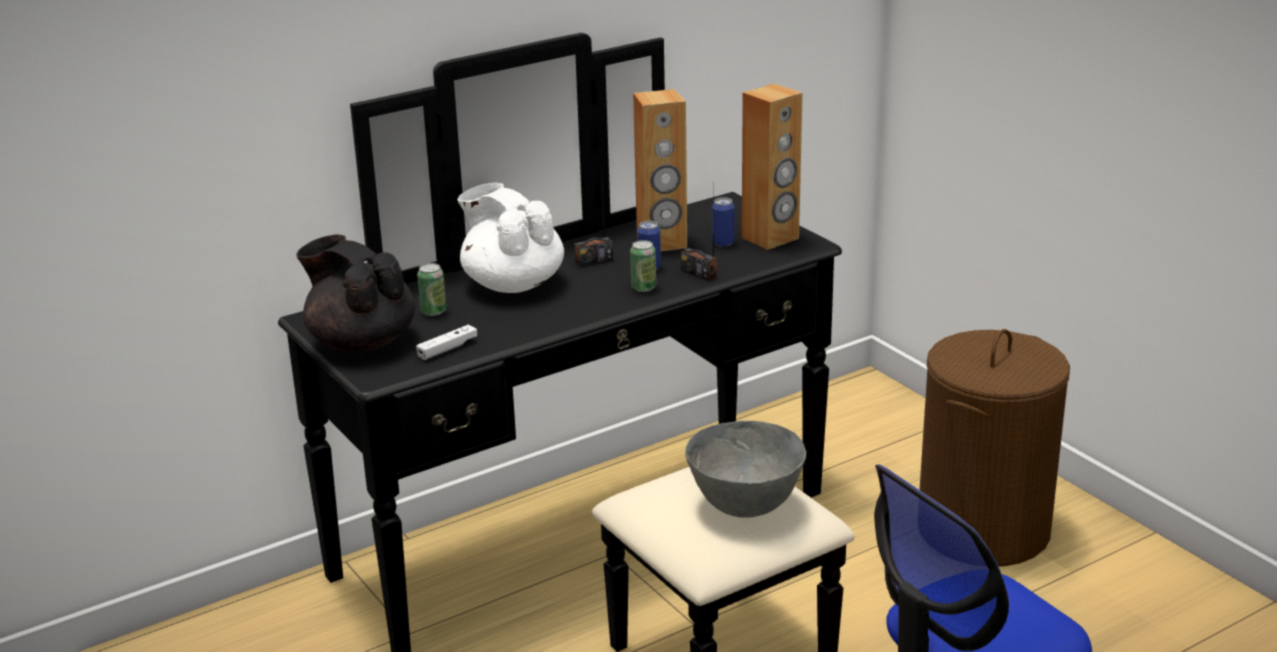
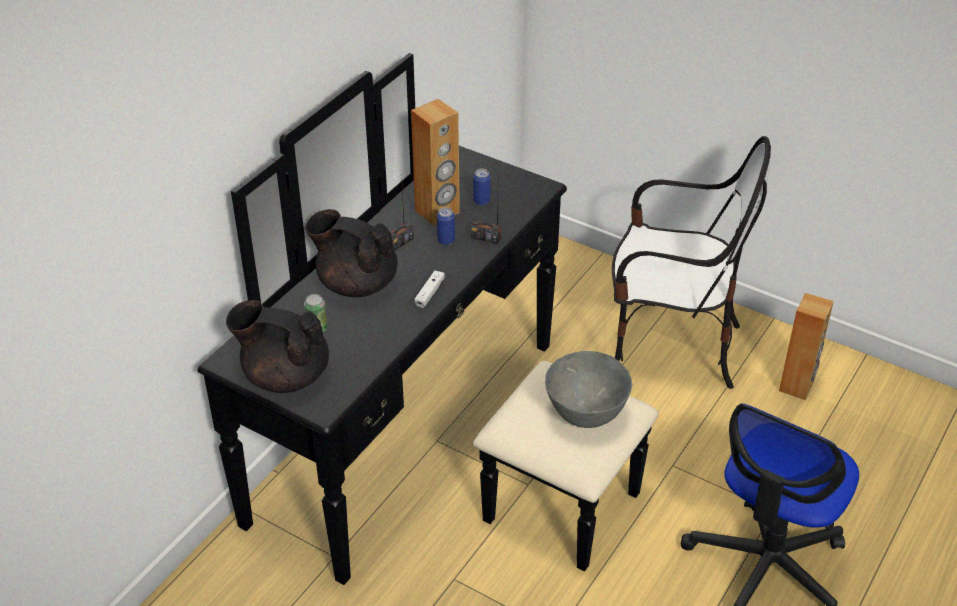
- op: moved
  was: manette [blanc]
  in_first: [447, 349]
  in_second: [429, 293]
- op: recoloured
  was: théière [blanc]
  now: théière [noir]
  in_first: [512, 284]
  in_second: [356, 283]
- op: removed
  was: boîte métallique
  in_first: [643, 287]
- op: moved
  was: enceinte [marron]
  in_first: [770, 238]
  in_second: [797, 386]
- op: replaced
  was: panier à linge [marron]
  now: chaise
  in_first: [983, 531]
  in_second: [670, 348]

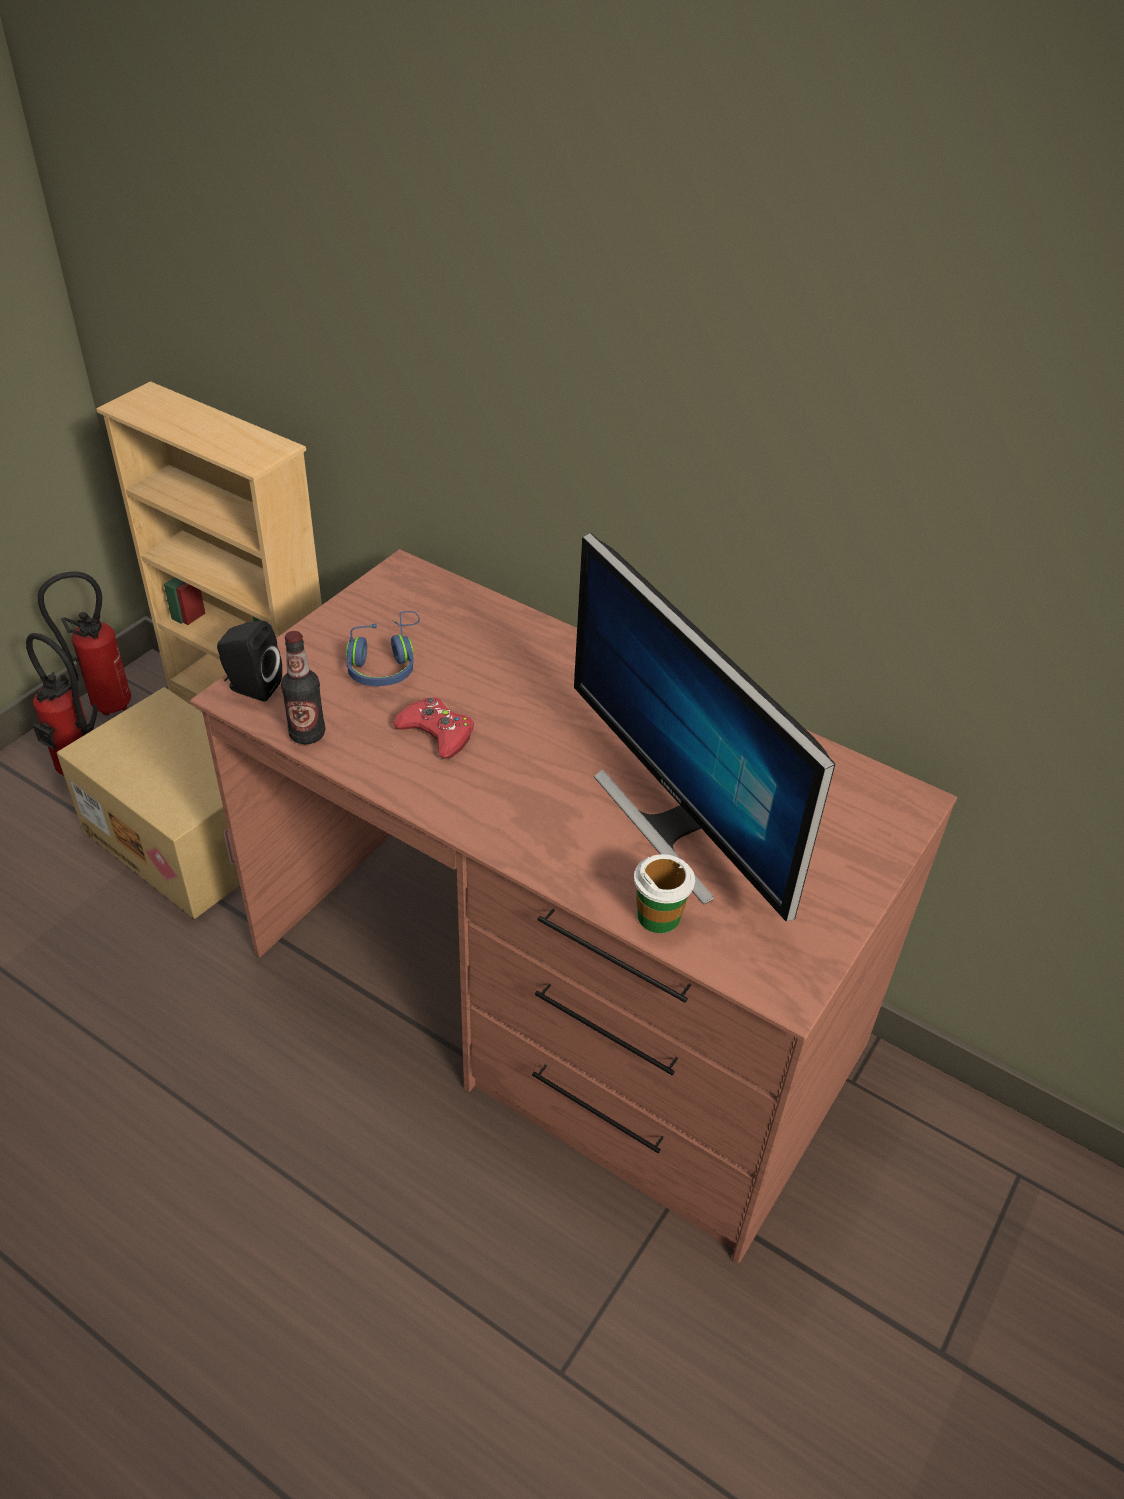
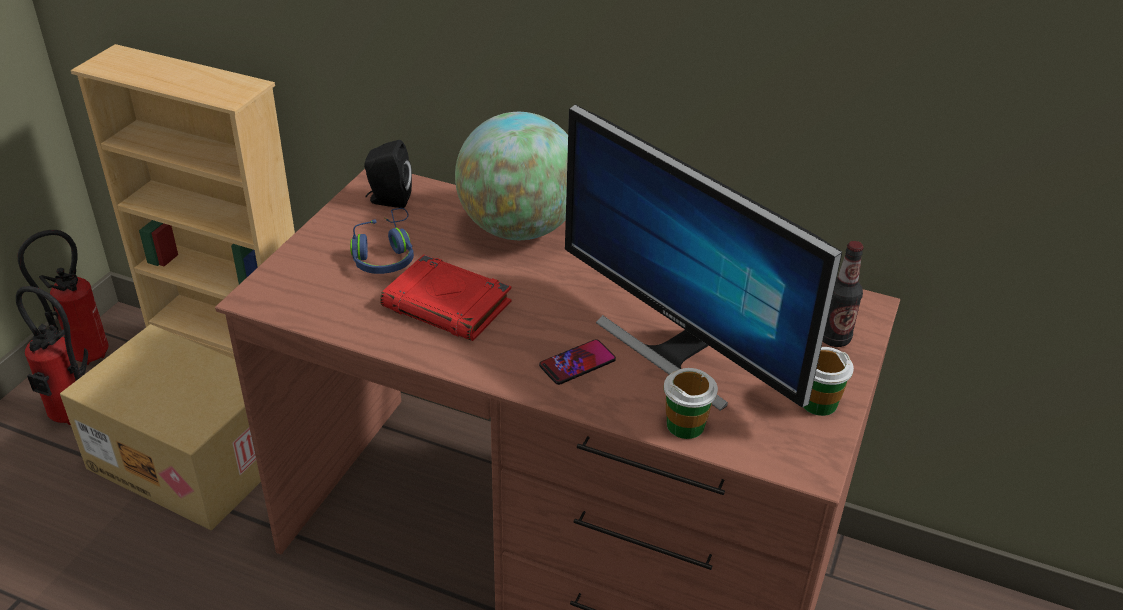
- op: moved
  was: enceinte [noir]
  in_first: [251, 687]
  in_second: [388, 200]
- op: moved
  was: bouteille
  in_first: [307, 734]
  in_second: [834, 338]
- op: replaced
  was: manette [rouge]
  now: livre [rouge]
  in_first: [437, 733]
  in_second: [448, 305]
- op: added
  now: globe
  in_second: [519, 229]
- op: added
  now: téléphone
  in_second: [577, 363]
- op: added
  now: tasse
  in_second: [818, 402]

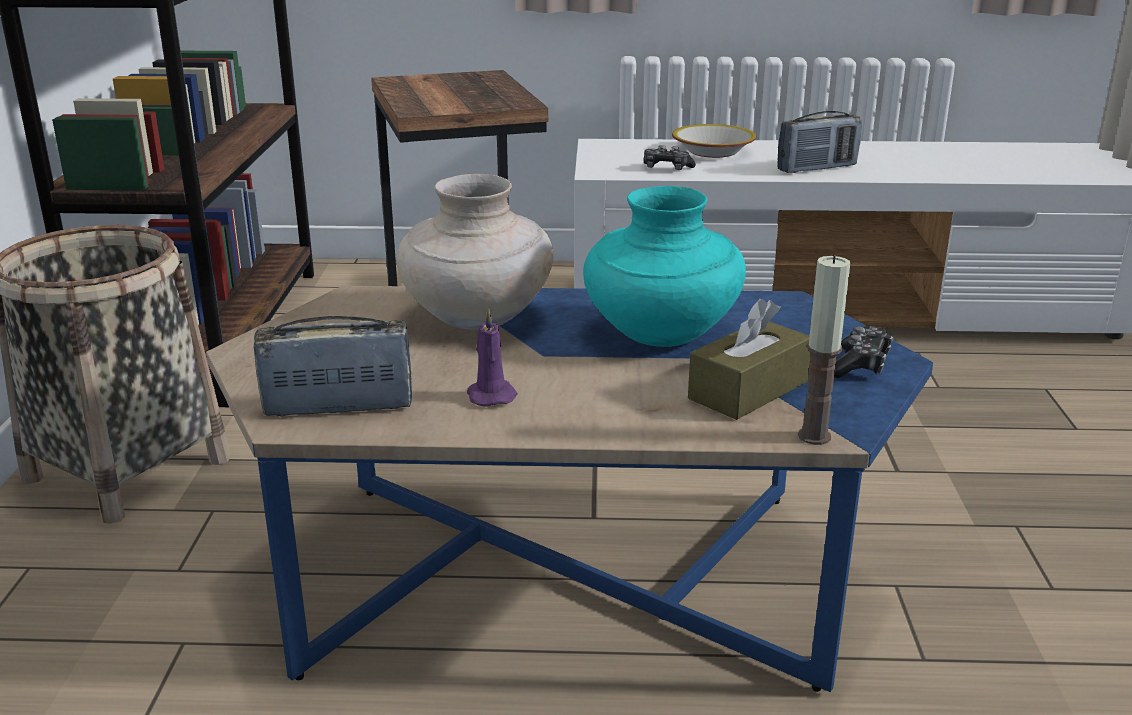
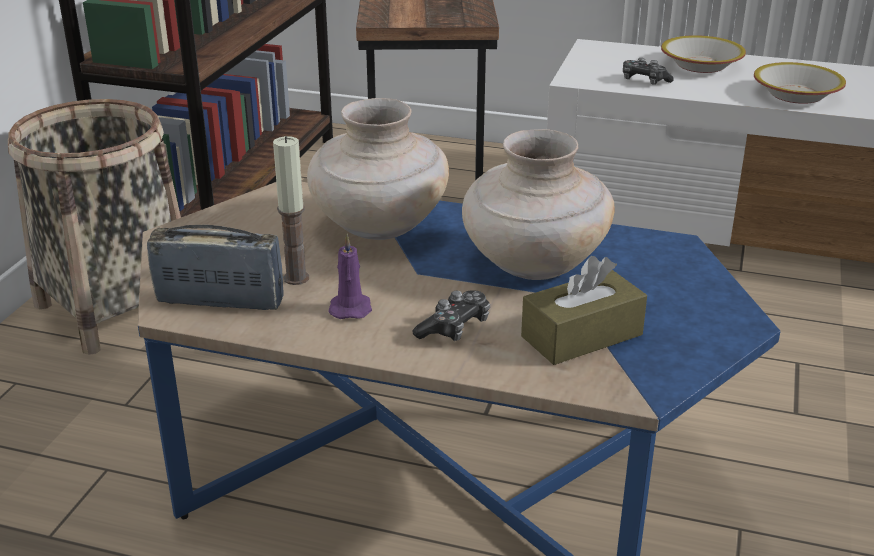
- op: recoloured
  was: vase [turquoise]
  now: vase [beige]
  in_first: [660, 335]
  in_second: [533, 266]
- op: replaced
  was: radio
  now: bol
  in_first: [817, 168]
  in_second: [796, 94]
- op: moved
  was: bougie
  in_first: [814, 436]
  in_second: [296, 278]
- op: moved
  was: manette
  in_first: [860, 365]
  in_second: [454, 327]

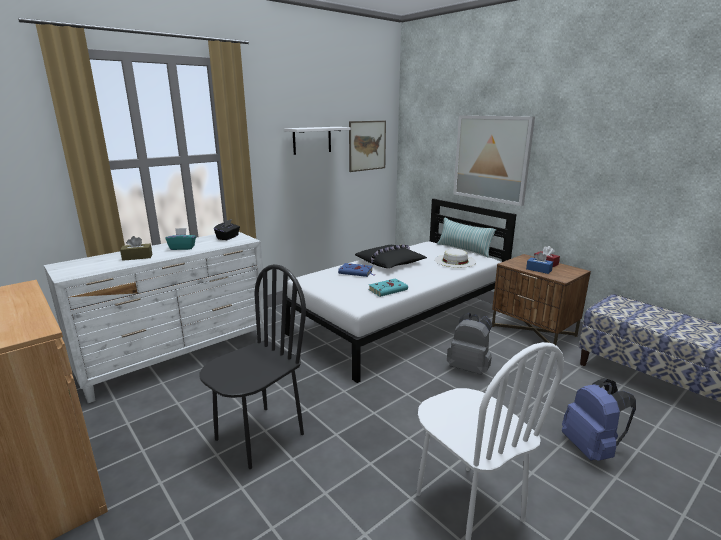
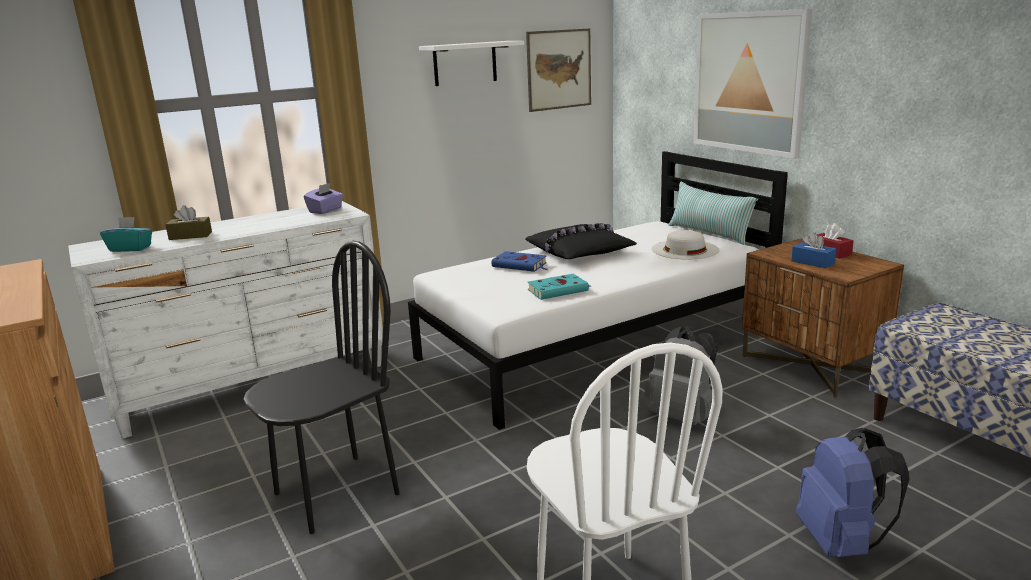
- op: moved
  was: boîte à mouchoirs [turquoise]
  in_first: [182, 248]
  in_second: [130, 248]
- op: recoloured
  was: boîte à mouchoirs [noir]
  now: boîte à mouchoirs [violet]
  in_first: [228, 237]
  in_second: [326, 210]

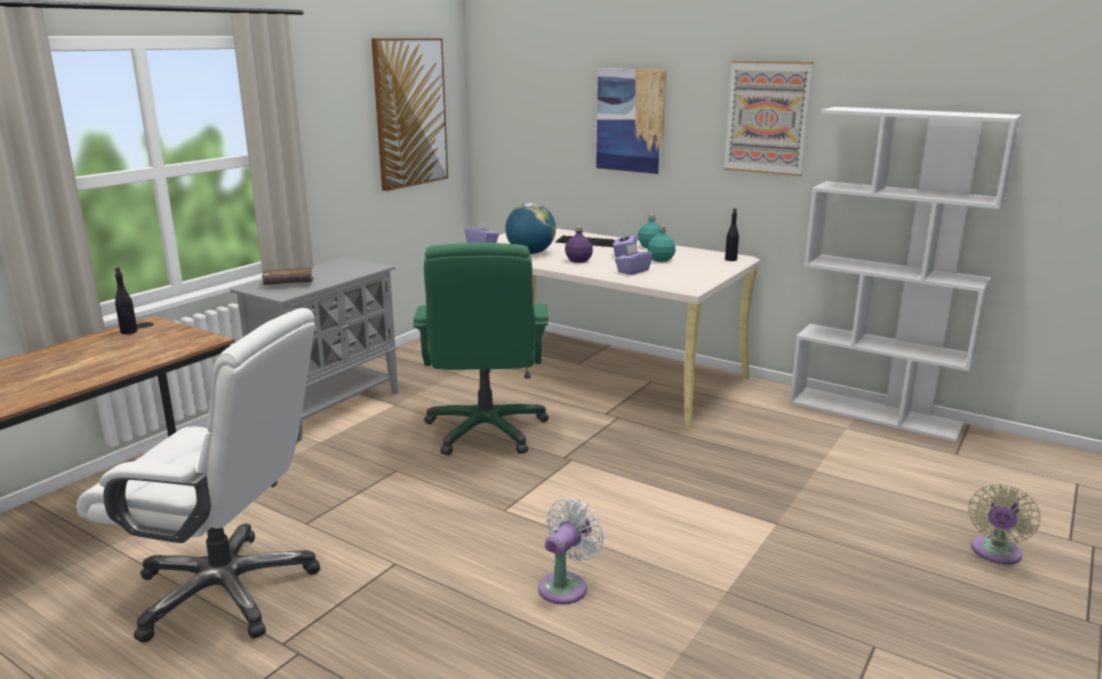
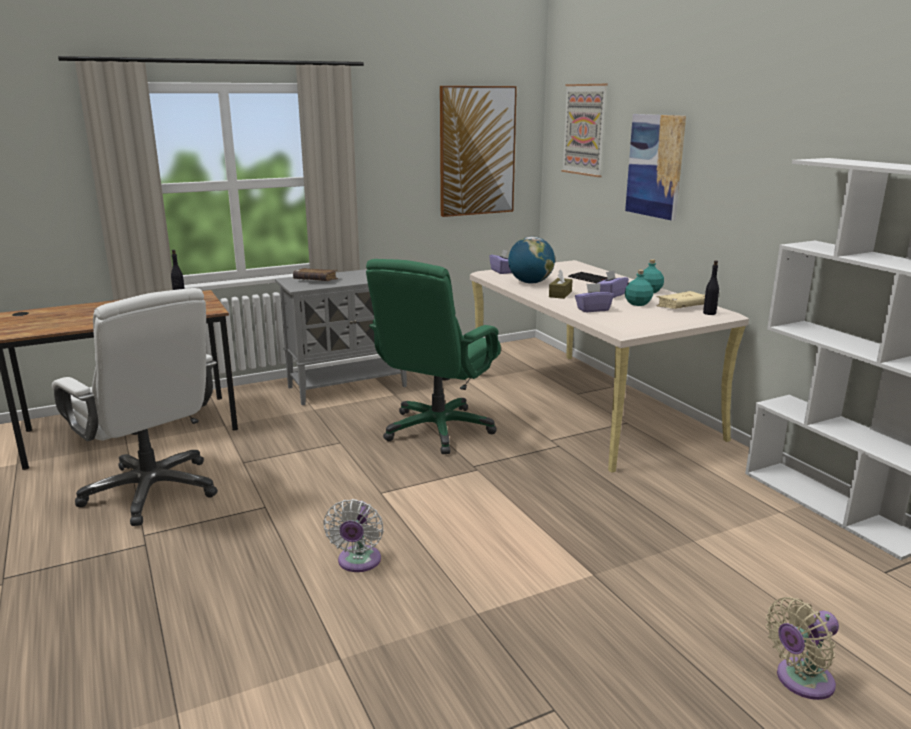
- op: turned
  was: ventilateur [blanc]
  in_first: [566, 585]
  in_second: [358, 562]
  clockwise: 120
- op: replaced
  was: bouteille [violet]
  now: boîte à mouchoirs [marron]
  in_first: [579, 261]
  in_second: [560, 294]
- op: moved
  was: tableau
  in_first: [767, 117]
  in_second: [584, 129]
- op: added
  now: livre [beige]
  in_second: [681, 307]

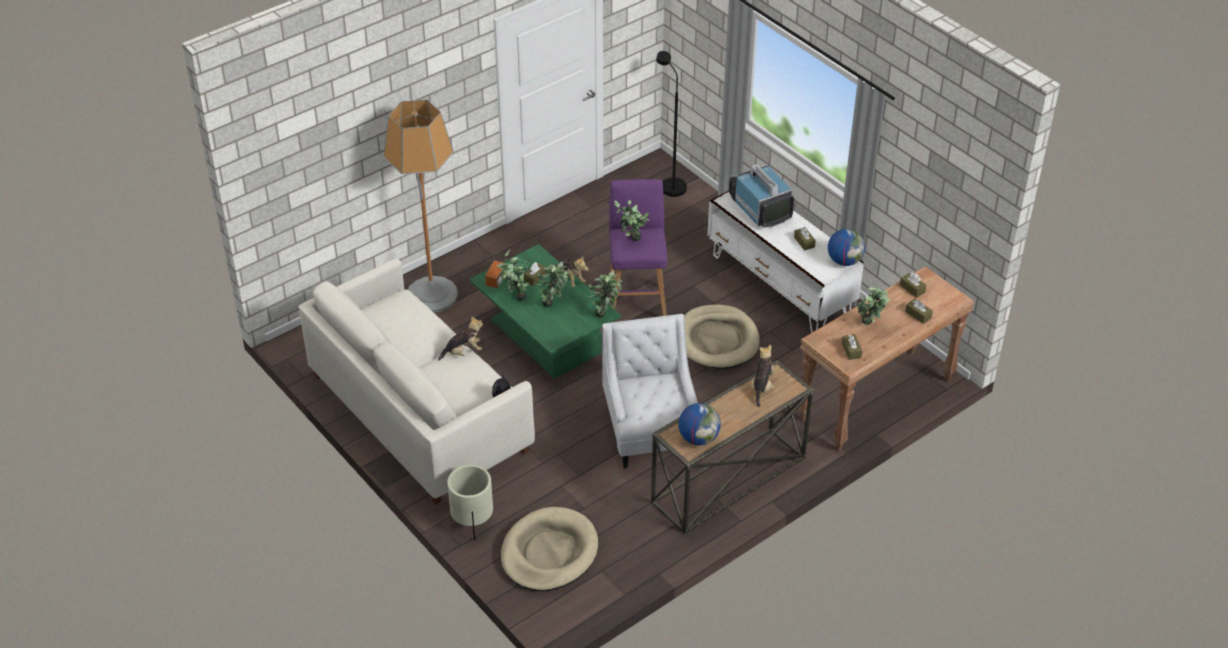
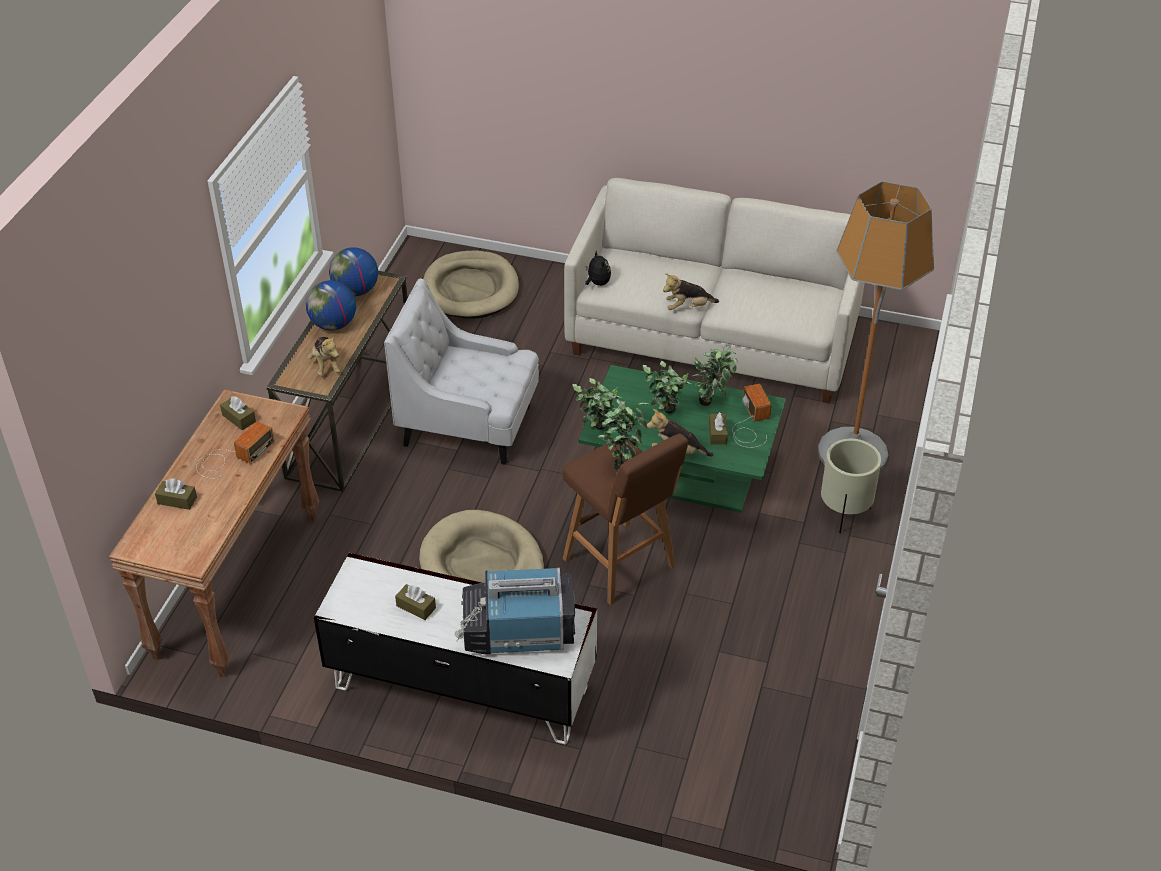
- op: turned
  was: peluche
  in_first: [463, 352]
  in_second: [688, 307]
  clockwise: 45
- op: moved
  was: cache-pot [beige]
  in_first: [472, 523]
  in_second: [844, 513]
- op: turned
  was: fauteuil [blanc]
  in_first: [651, 433]
  in_second: [469, 426]
  clockwise: 150
- op: recoloured
  was: tabouret [violet]
  now: tabouret [marron]
  in_first: [636, 302]
  in_second: [621, 565]
- op: removed
  was: lampadaire [noir]
  in_first: [670, 184]
- op: turned
  was: téléviseur
  in_first: [759, 208]
  in_second: [517, 631]
  clockwise: 150
- op: moved
  was: globe
  in_first: [844, 261]
  in_second: [333, 325]
- op: replaced
  was: plante en pot
  now: radio
  in_first: [870, 326]
  in_second: [232, 457]
- op: removed
  was: boîte à mouchoirs [marron]
  in_first: [912, 289]

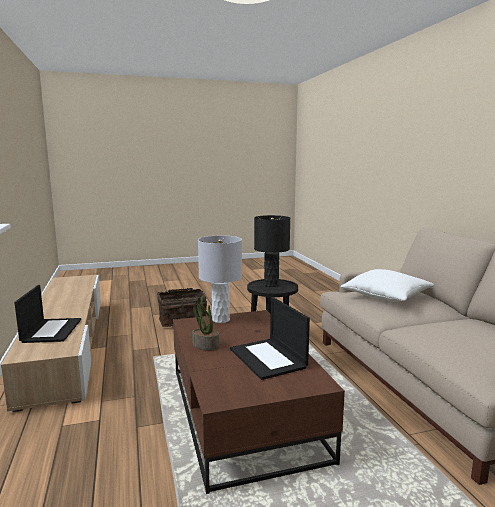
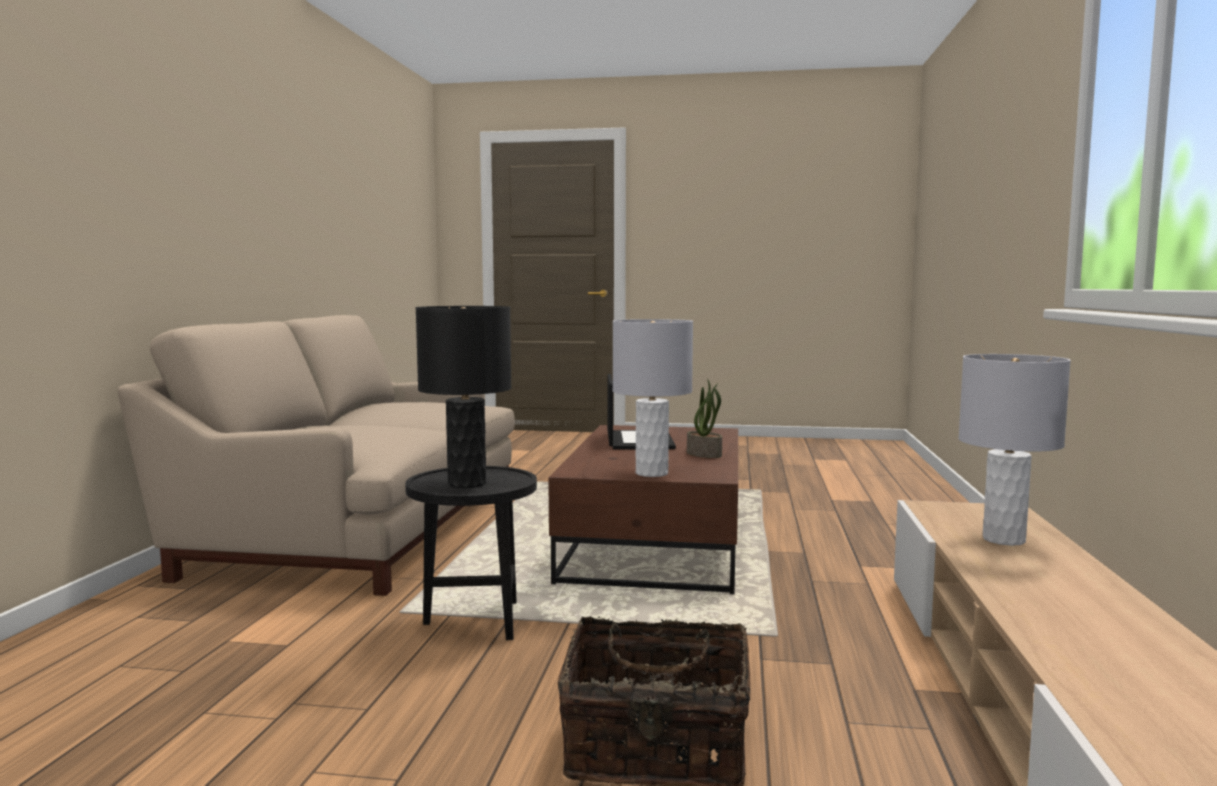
- op: replaced
  was: ordinateur portable
  now: lampe de table [gris]
  in_first: [51, 330]
  in_second: [1004, 540]
- op: removed
  was: coussin [blanc]
  in_first: [387, 296]

